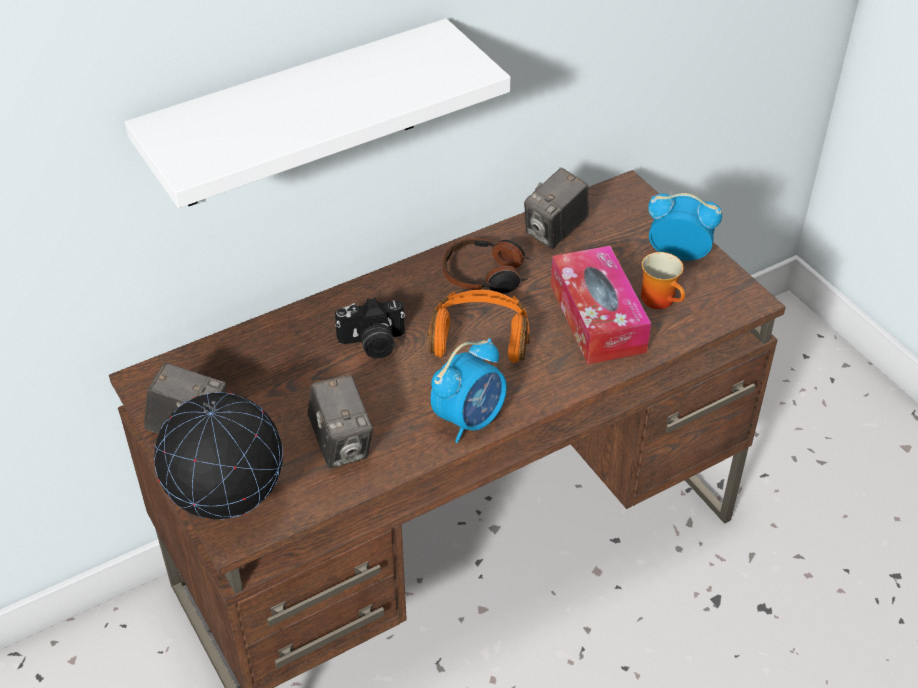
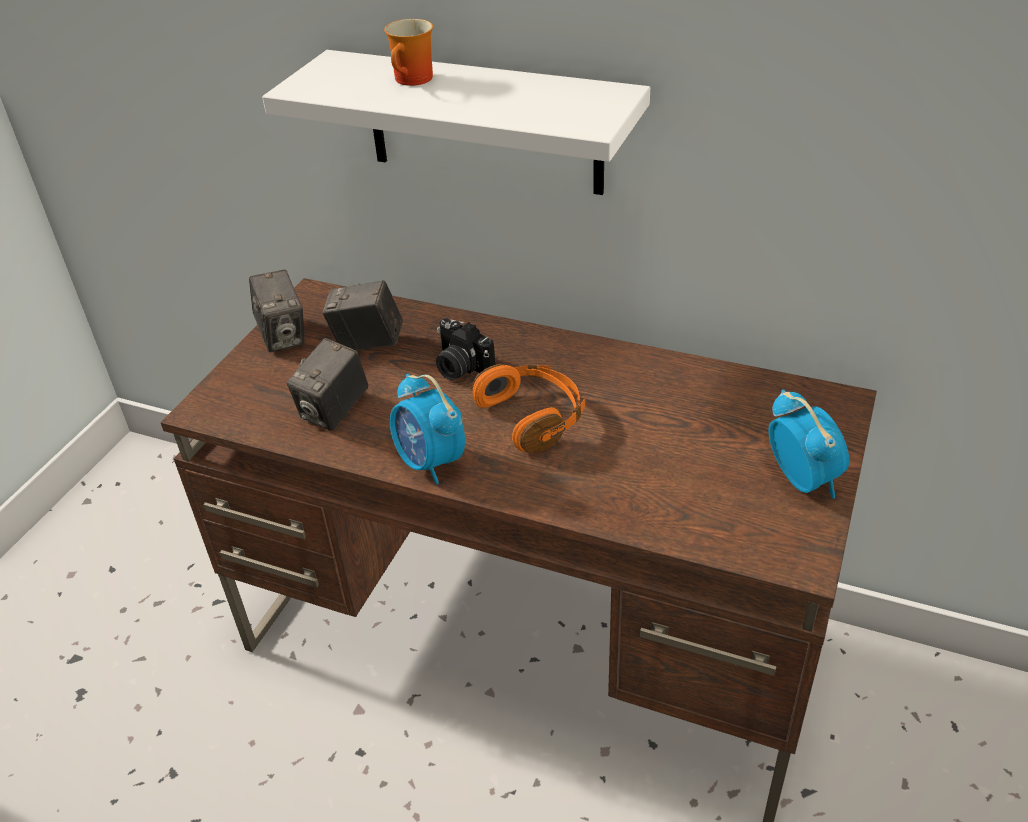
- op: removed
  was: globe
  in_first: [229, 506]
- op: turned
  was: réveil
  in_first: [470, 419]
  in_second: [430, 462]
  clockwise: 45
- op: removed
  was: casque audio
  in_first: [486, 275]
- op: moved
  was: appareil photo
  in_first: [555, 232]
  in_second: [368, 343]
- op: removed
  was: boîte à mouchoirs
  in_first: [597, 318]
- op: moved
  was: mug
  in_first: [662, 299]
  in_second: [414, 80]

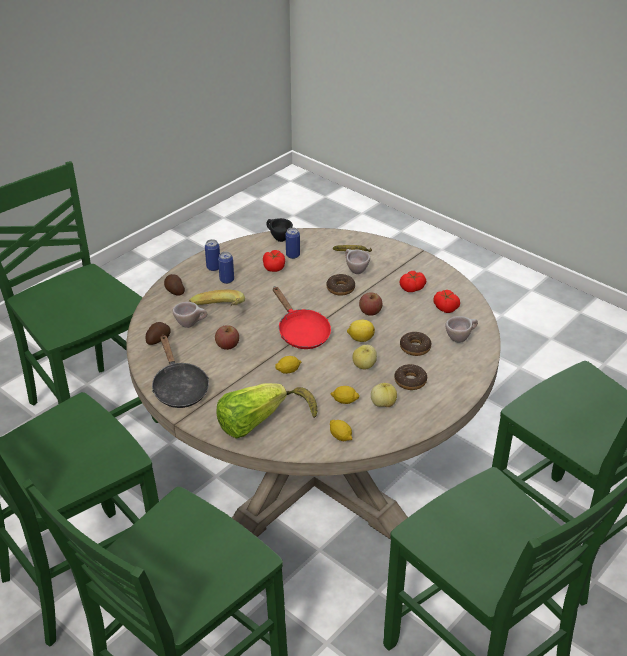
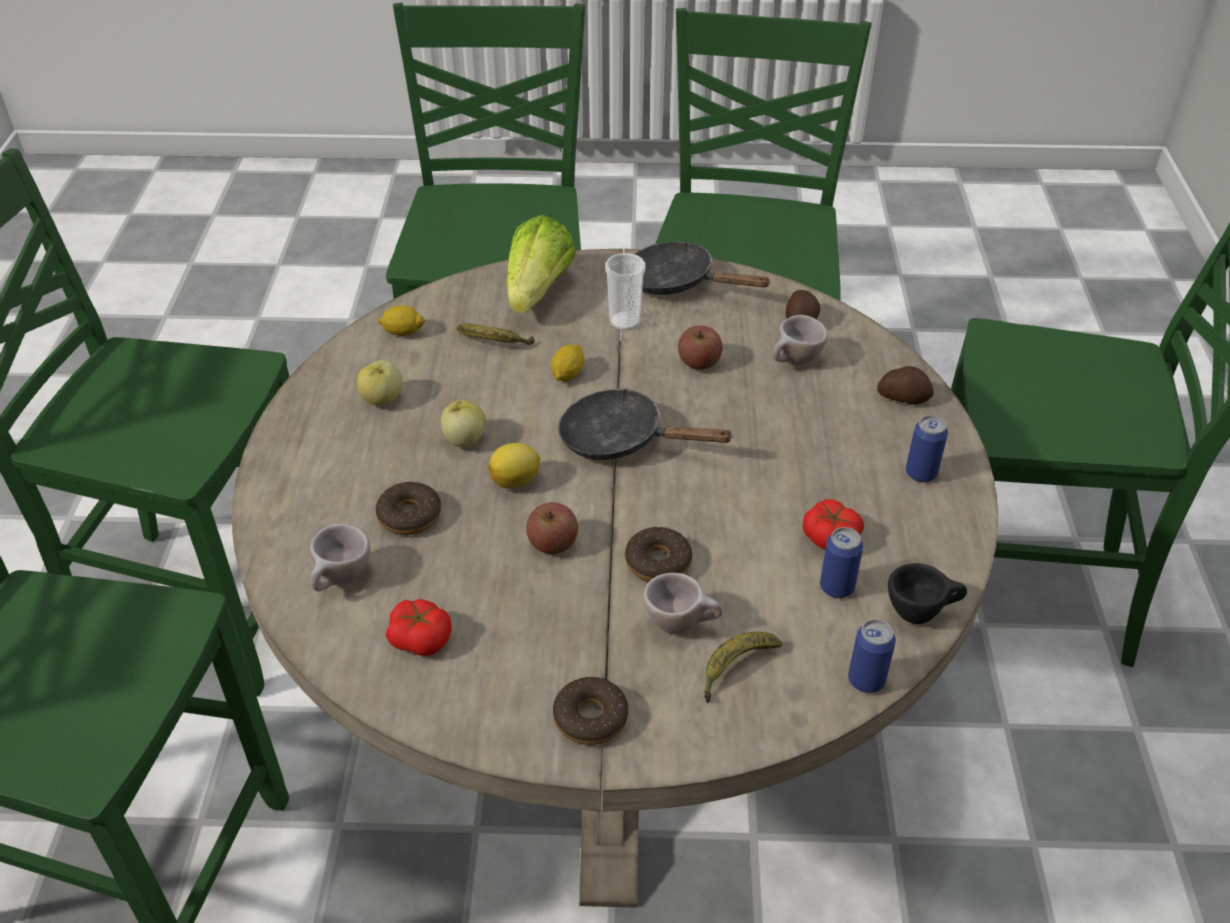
- op: removed
  was: banane
  in_first: [218, 313]
- op: moved
  was: boîte métallique
  in_first: [227, 280]
  in_second: [866, 680]
- op: recoloured
  was: poêle [rouge]
  now: poêle [noir]
  in_first: [301, 332]
  in_second: [621, 439]
- op: removed
  was: citron
  in_first: [344, 401]
- op: moved
  was: beignet
  in_first: [410, 381]
  in_second: [590, 718]
- op: removed
  was: tomate
  in_first: [412, 287]
- op: added
  now: tasse
  in_second: [624, 322]

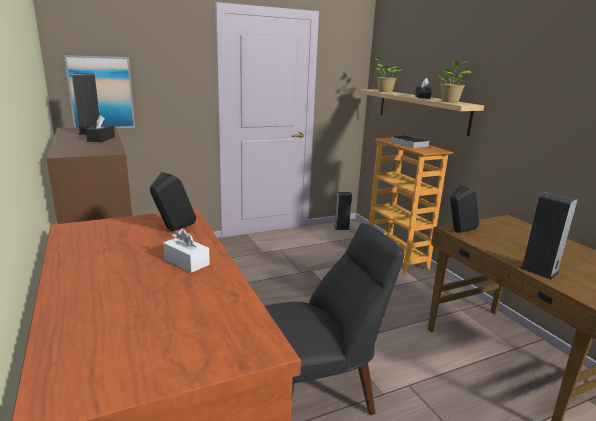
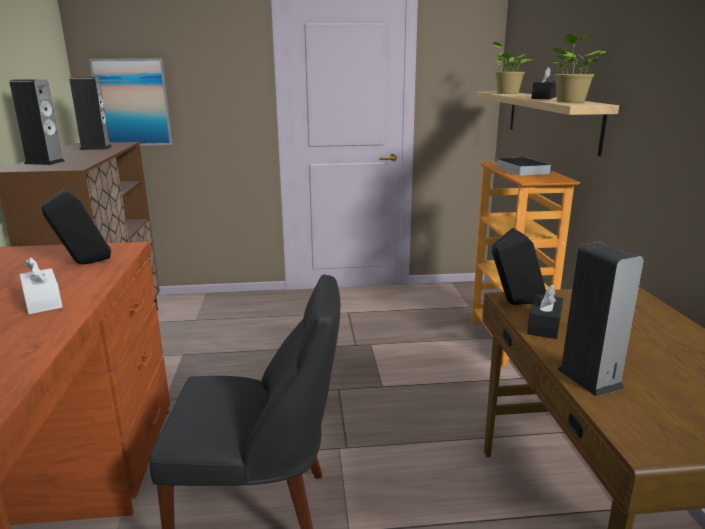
- op: moved
  was: boîte à mouchoirs [noir]
  in_first: [101, 139]
  in_second: [544, 325]
- op: moved
  was: enceinte
  in_first: [341, 228]
  in_second: [44, 162]

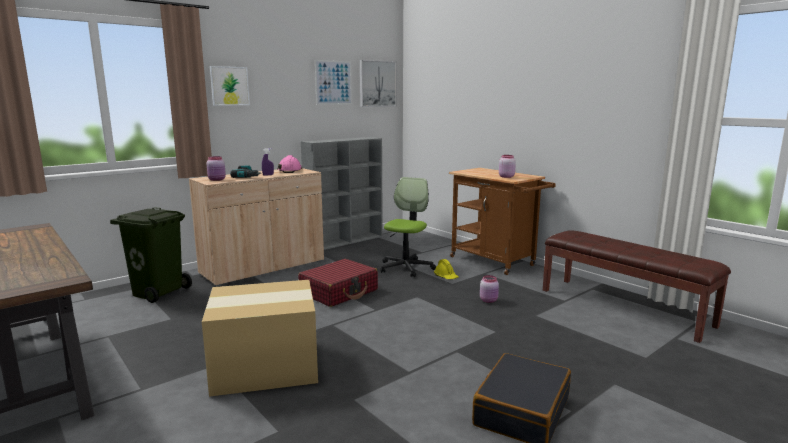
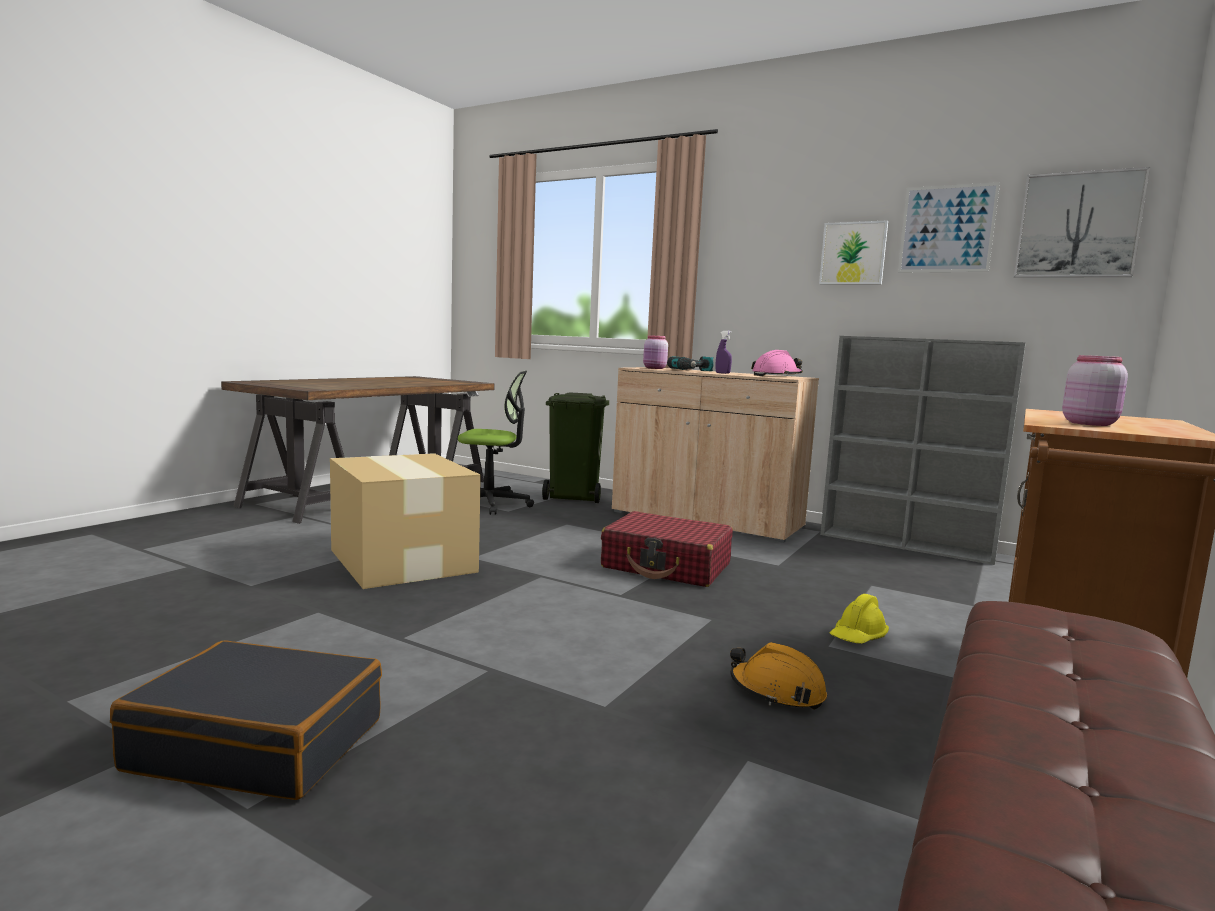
- op: moved
  was: tableau
  in_first: [229, 86]
  in_second: [853, 253]
- op: moved
  was: chaise de bureau
  in_first: [406, 268]
  in_second: [491, 504]
- op: replaced
  was: bocal [rose]
  now: casque de chantier [orange]
  in_first: [489, 300]
  in_second: [777, 691]

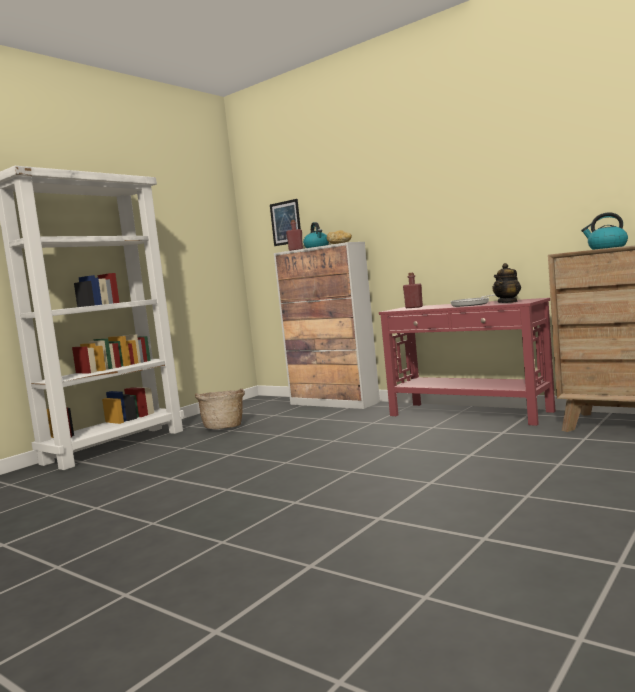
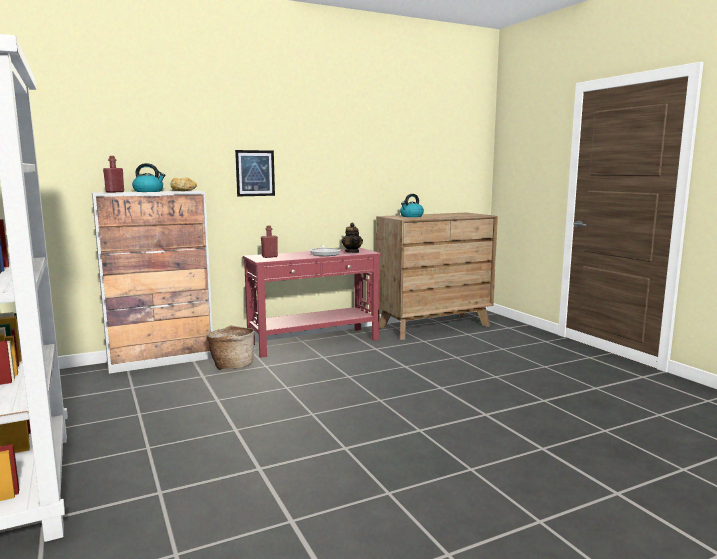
- op: moved
  was: panier
  in_first: [224, 427]
  in_second: [232, 365]
- op: moved
  was: tableau
  in_first: [285, 223]
  in_second: [255, 173]

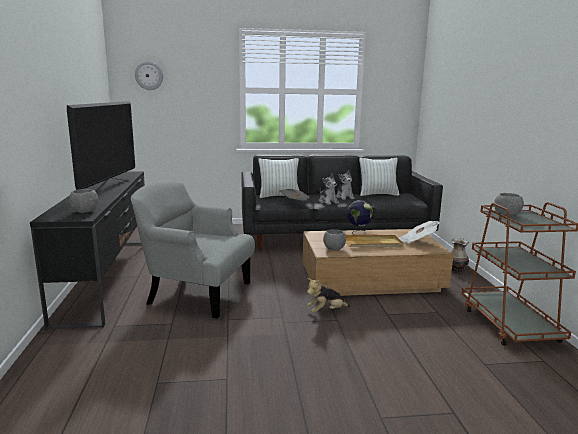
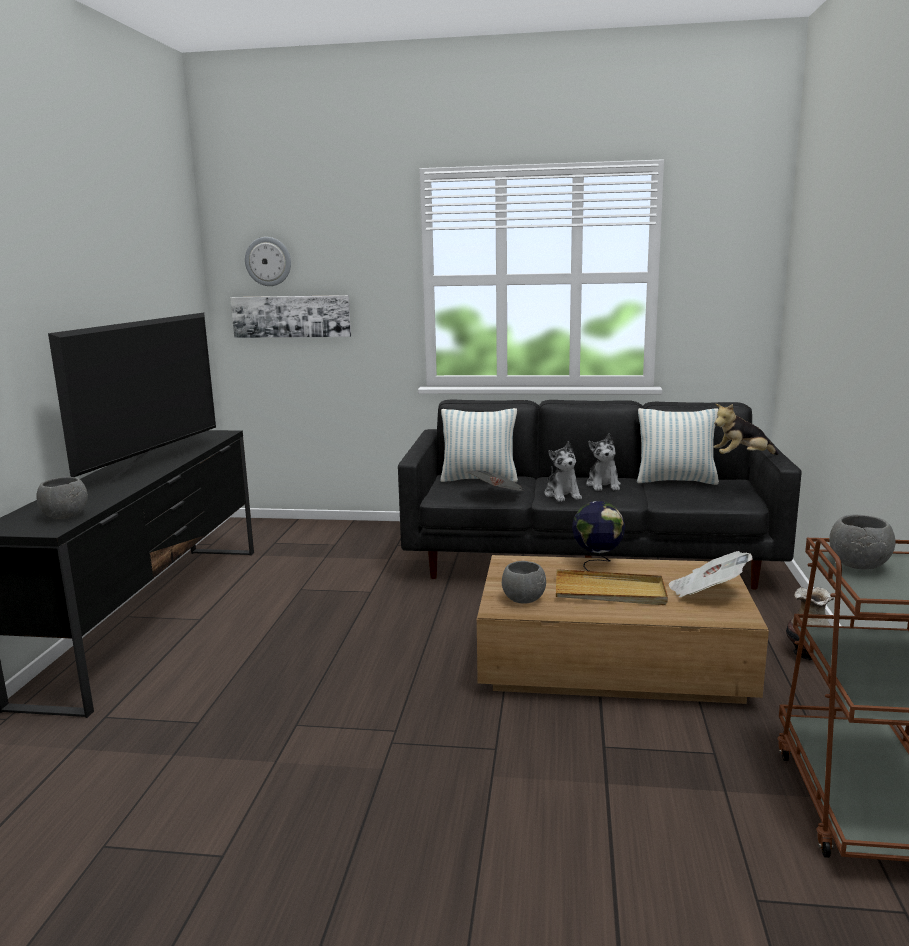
- op: removed
  was: fauteuil [gris]
  in_first: [197, 293]
- op: moved
  was: peluche
  in_first: [326, 311]
  in_second: [742, 457]
- op: added
  now: tableau
  in_second: [291, 316]

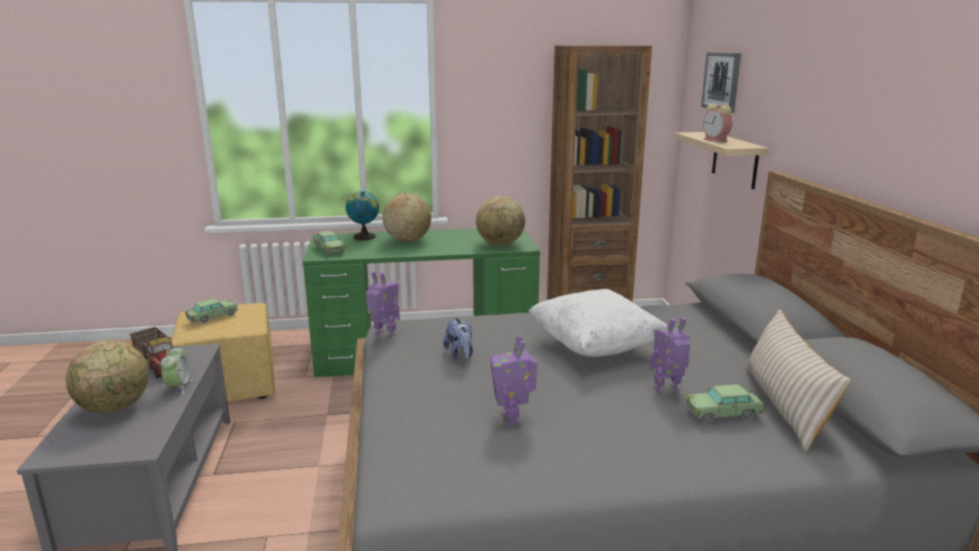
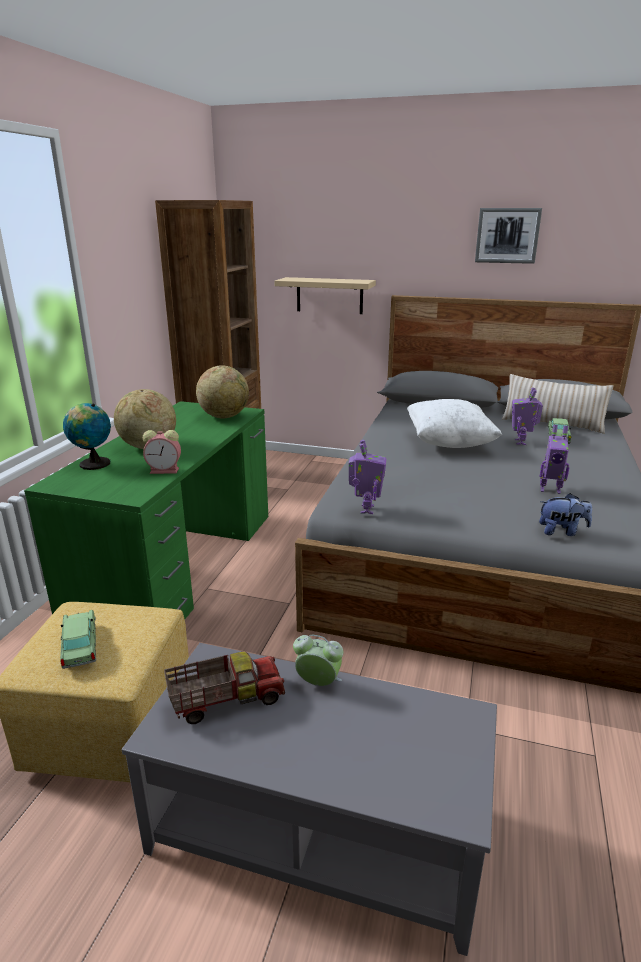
- op: removed
  was: globe
  in_first: [115, 408]
- op: removed
  was: petite voiture
  in_first: [329, 249]
- op: turned
  was: robot jouet
  in_first: [384, 335]
  in_second: [365, 509]
  clockwise: 135
- op: moved
  was: peluche
  in_first: [460, 354]
  in_second: [561, 531]
- op: moved
  was: tableau
  in_first: [722, 81]
  in_second: [507, 235]
- op: moved
  was: réveil
  in_first: [716, 140]
  in_second: [165, 470]

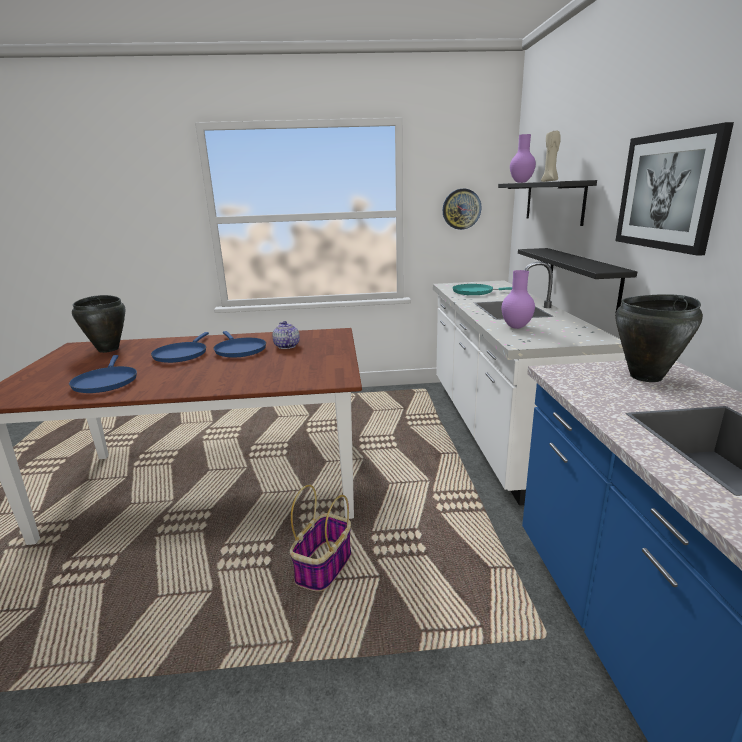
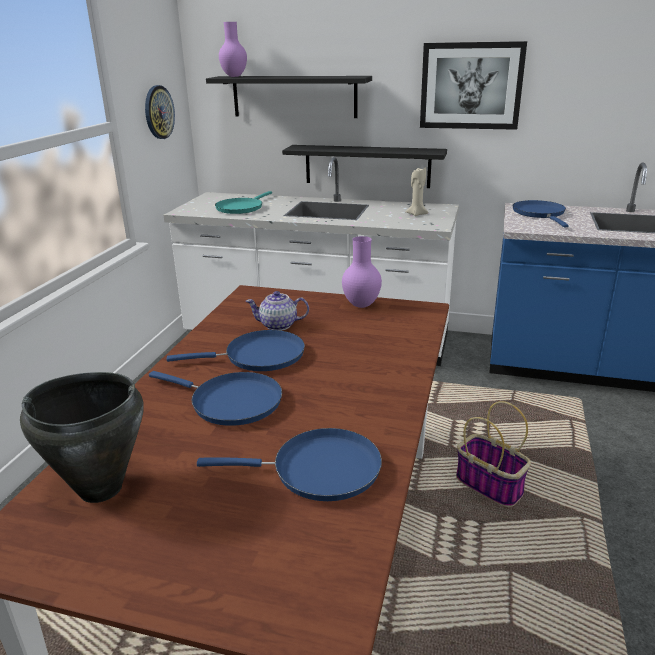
- op: moved
  was: vase [violet]
  in_first: [516, 327]
  in_second: [360, 305]
- op: moved
  was: bougie [beige]
  in_first: [549, 181]
  in_second: [416, 214]
- op: replaced
  was: marmite [noir]
  now: poêle [bleu]
  in_first: [646, 377]
  in_second: [540, 214]

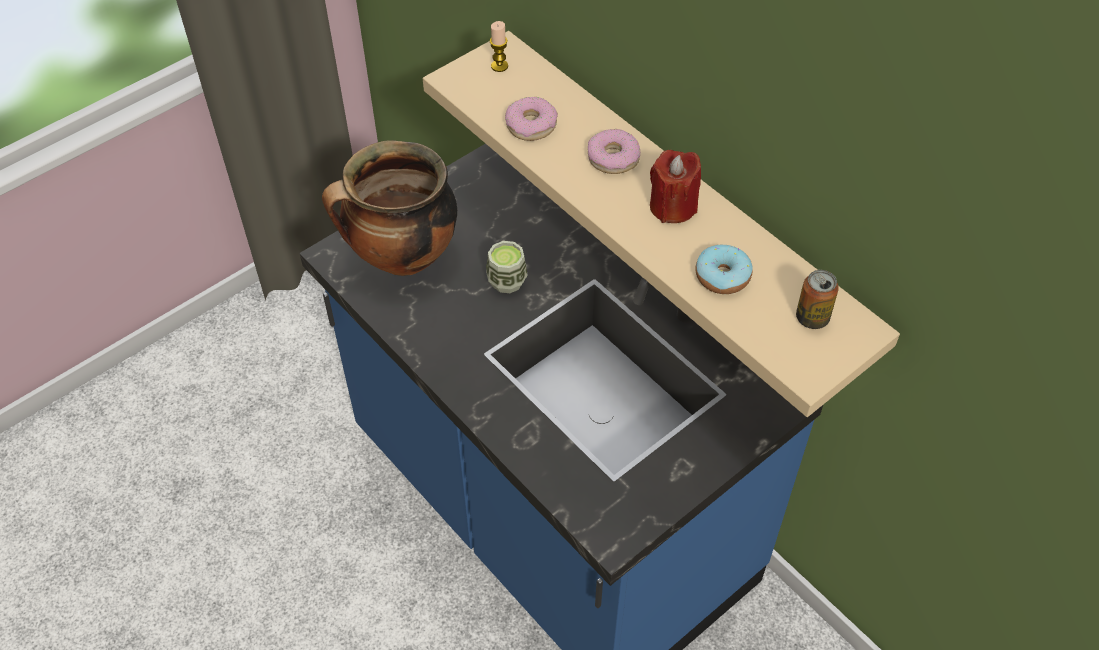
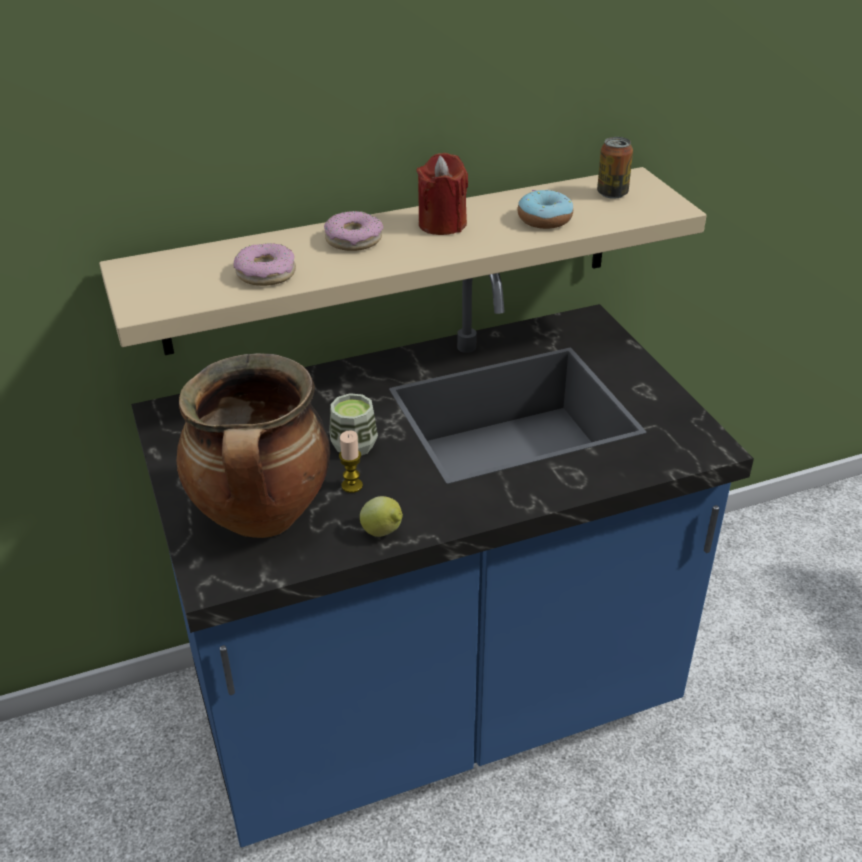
- op: moved
  was: bougie
  in_first: [499, 66]
  in_second: [352, 486]
- op: added
  now: citron
  in_second: [383, 533]

